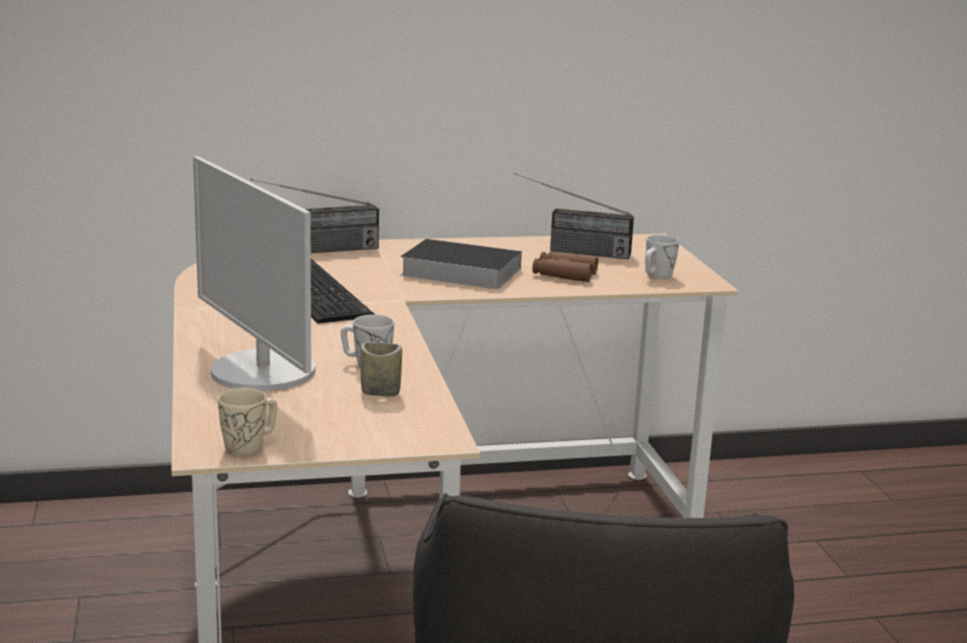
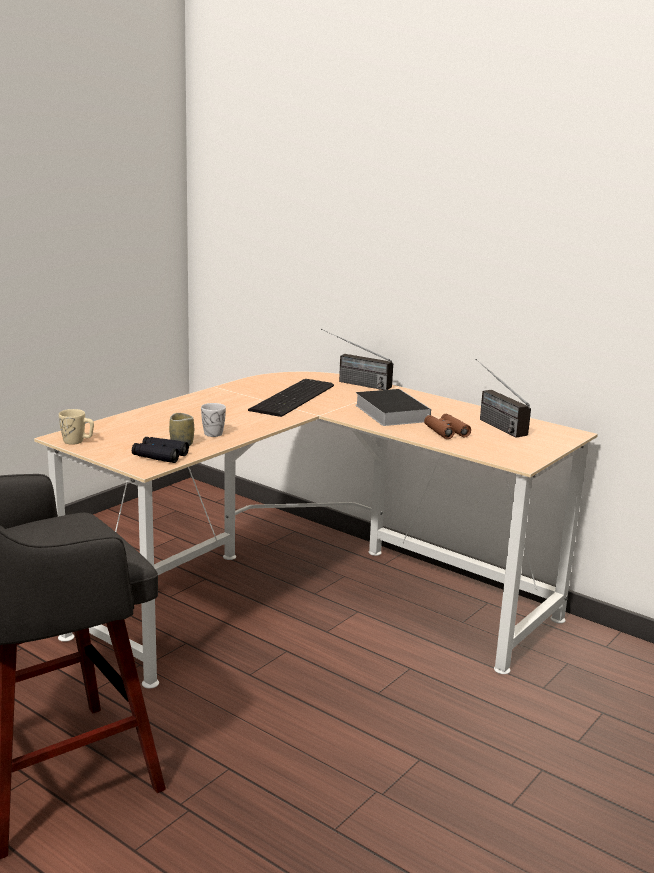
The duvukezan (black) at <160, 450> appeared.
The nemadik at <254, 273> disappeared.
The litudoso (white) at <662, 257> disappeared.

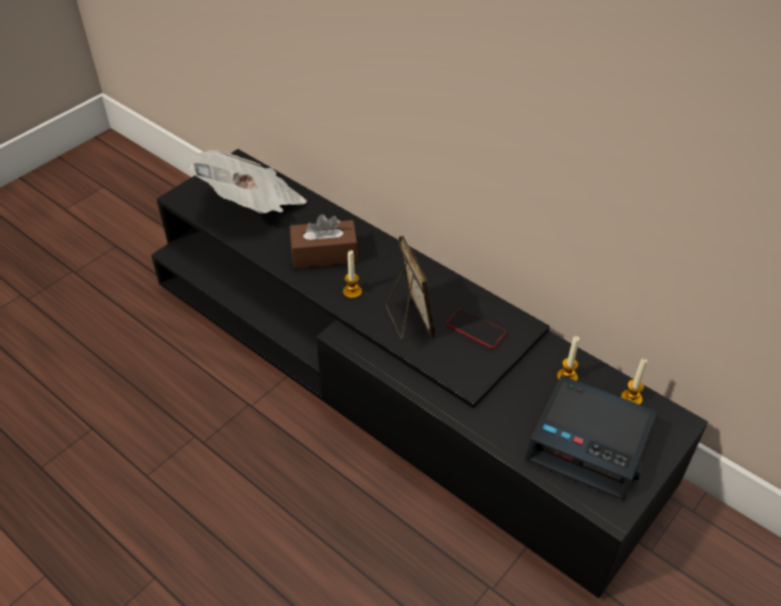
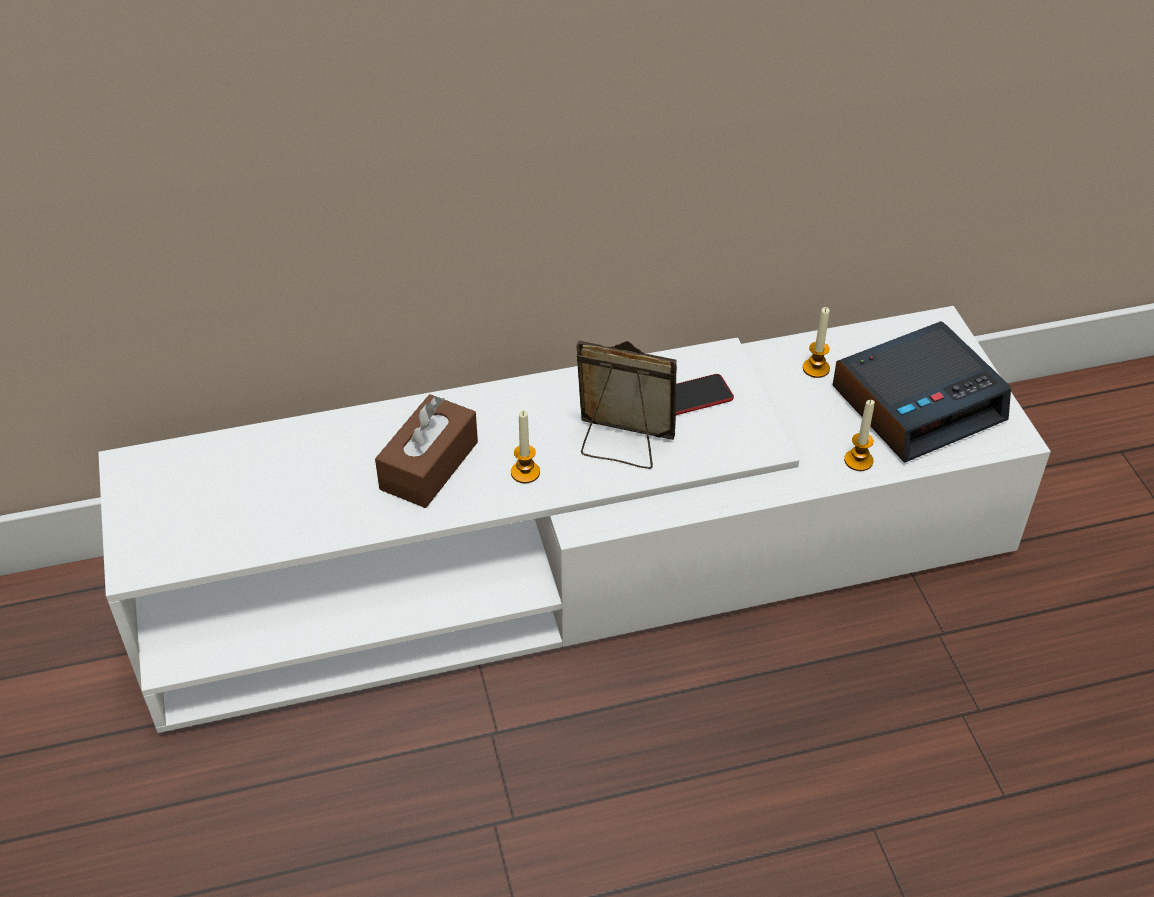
The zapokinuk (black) at <429, 373> became the zapokinuk (white) at <574, 519>.
The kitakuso moved from <634, 381> to <859, 435>.
The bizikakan at <247, 182> disappeared.

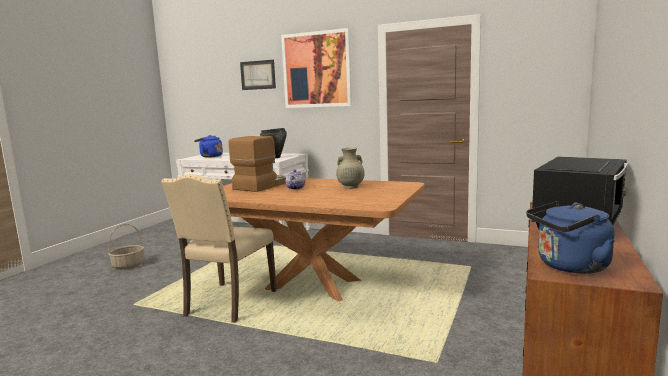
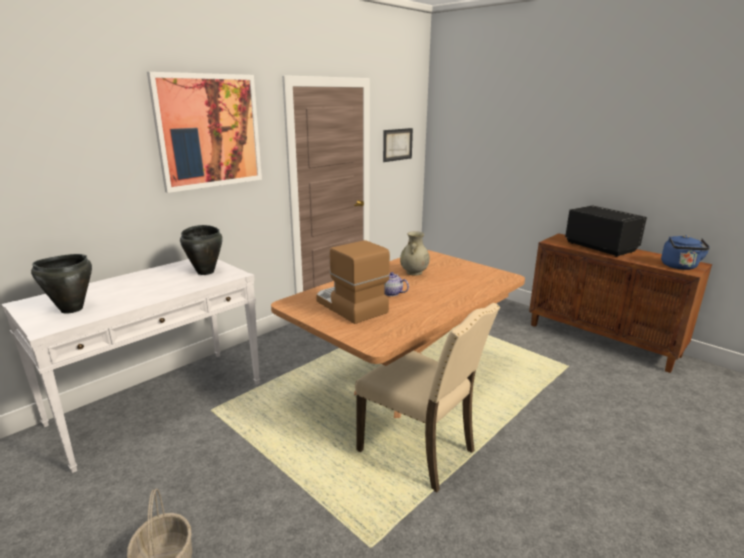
The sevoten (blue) at <208, 146> was replaced by the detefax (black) at <61, 283>.
The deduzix moved from <258, 75> to <398, 145>.

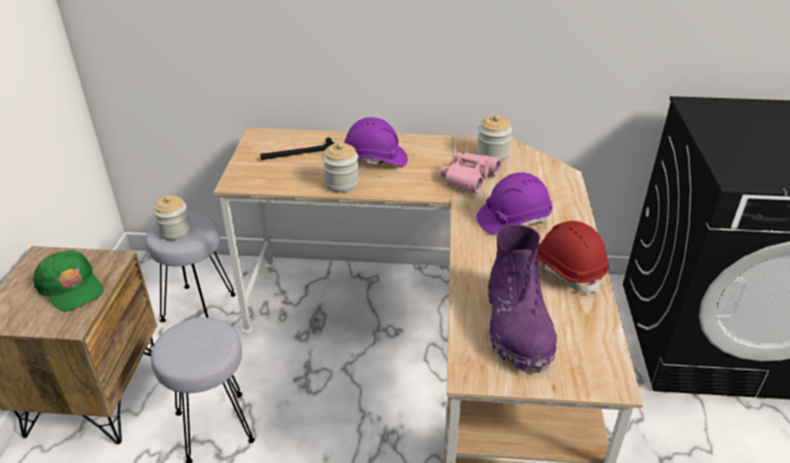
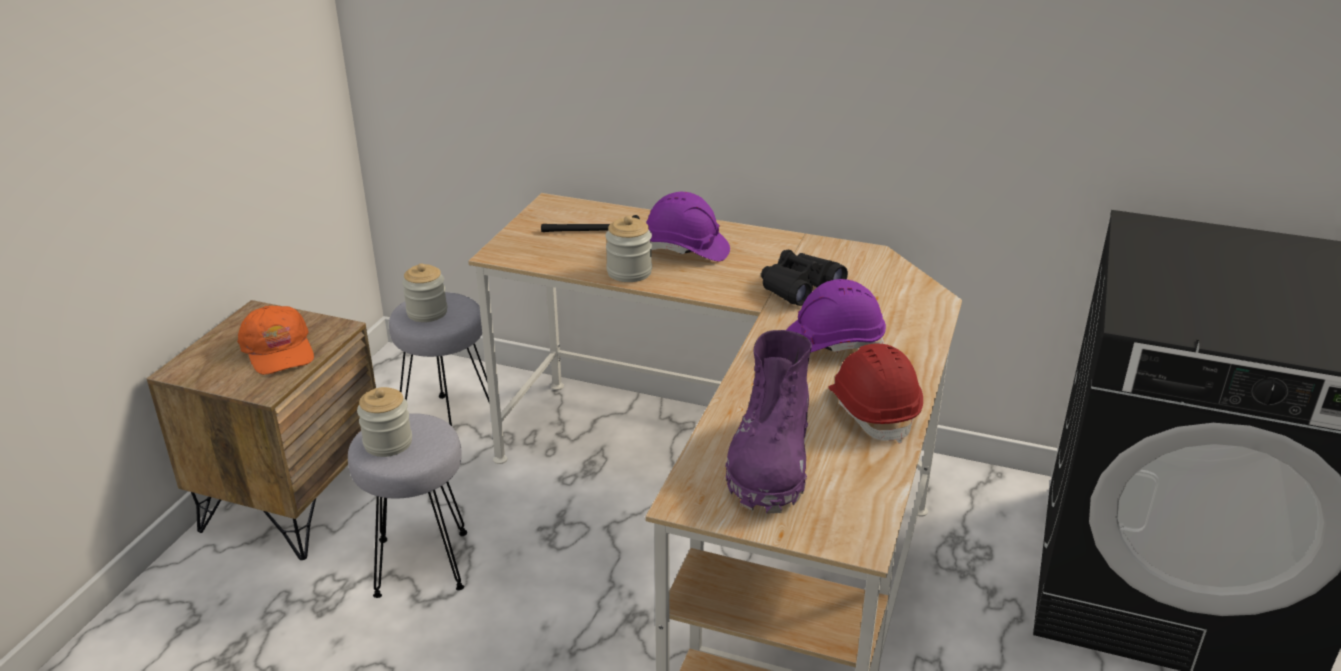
The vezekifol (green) at <68, 281> became the vezekifol (orange) at <275, 340>.
The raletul moved from <494, 138> to <384, 422>.
The duvukezan (pink) at <471, 172> became the duvukezan (black) at <804, 277>.

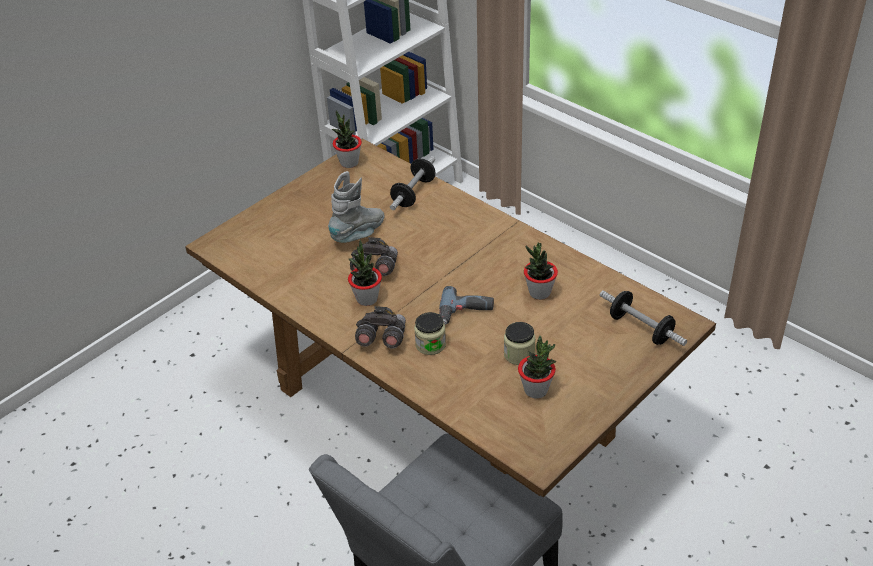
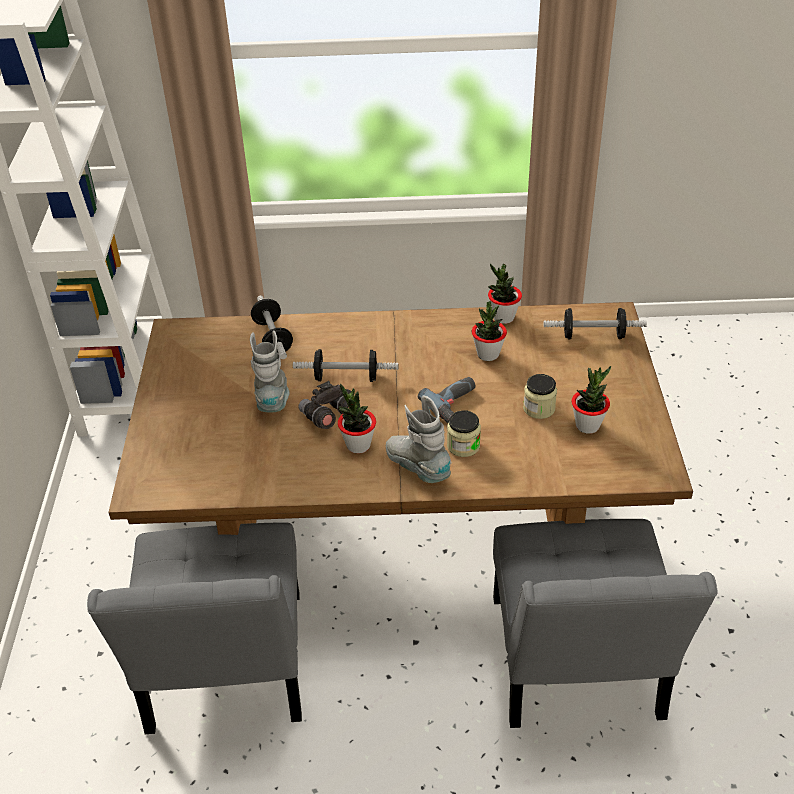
The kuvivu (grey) at <194, 628> appeared.
The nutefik at <345, 365> appeared.
The duvukezan (grey) at <380, 327> was replaced by the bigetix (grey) at <419, 439>.
The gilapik moved from <347, 139> to <505, 293>.

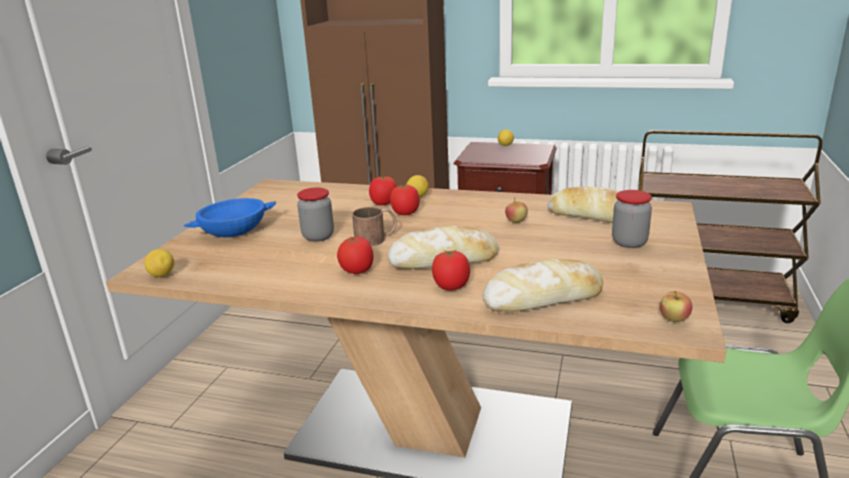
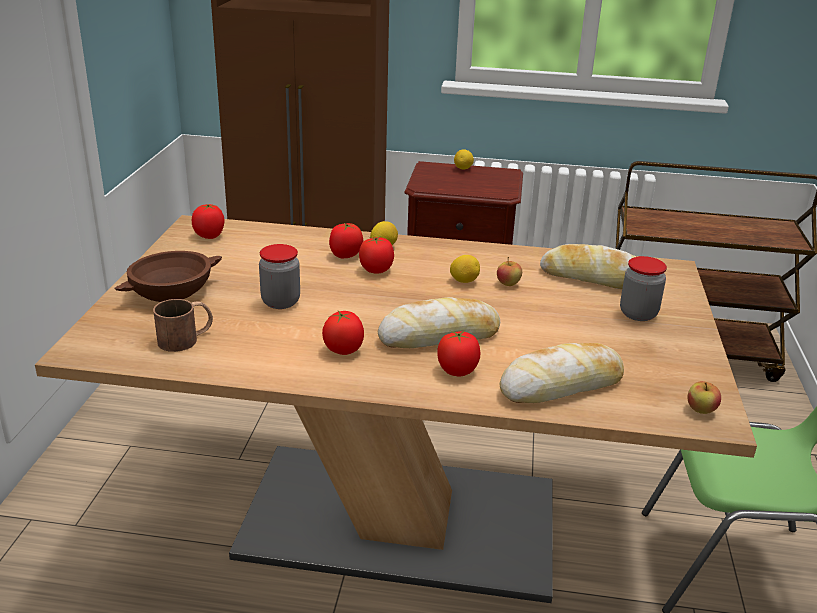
The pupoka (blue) at <230, 217> became the pupoka (brown) at <168, 276>.
The litudoso (brown) moved from <374, 226> to <183, 325>.
The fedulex at <208, 221> appeared.
The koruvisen moved from <159, 263> to <465, 269>.

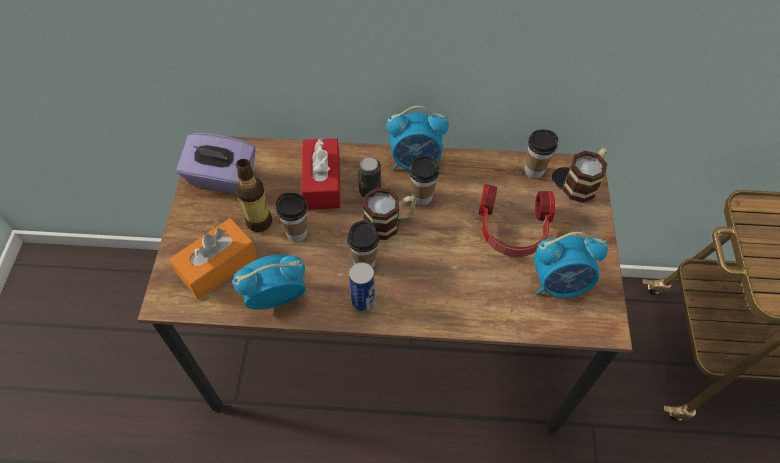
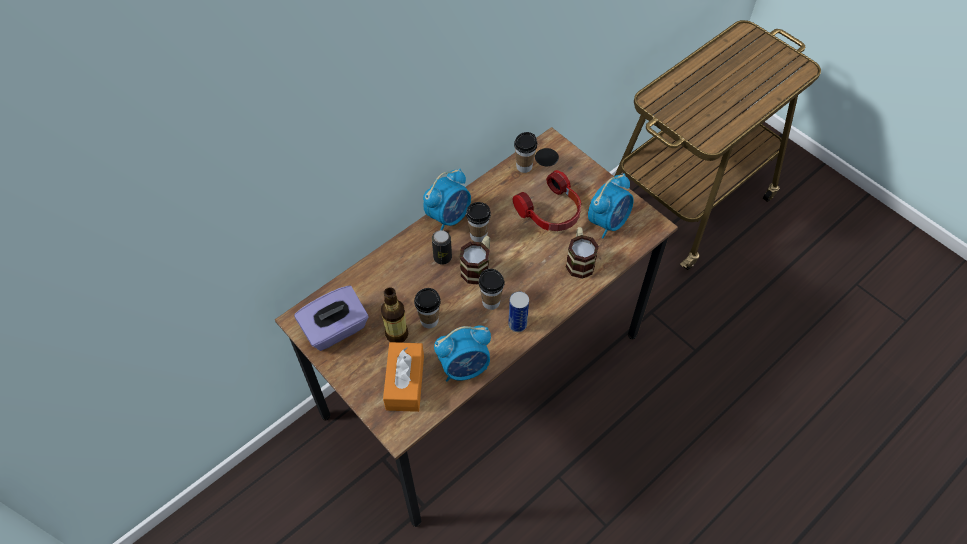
The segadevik at <269, 282> turned 135 degrees counterclockwise.
The litudoso moved from <584, 175> to <582, 253>.
The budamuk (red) at <321, 174> disappeared.

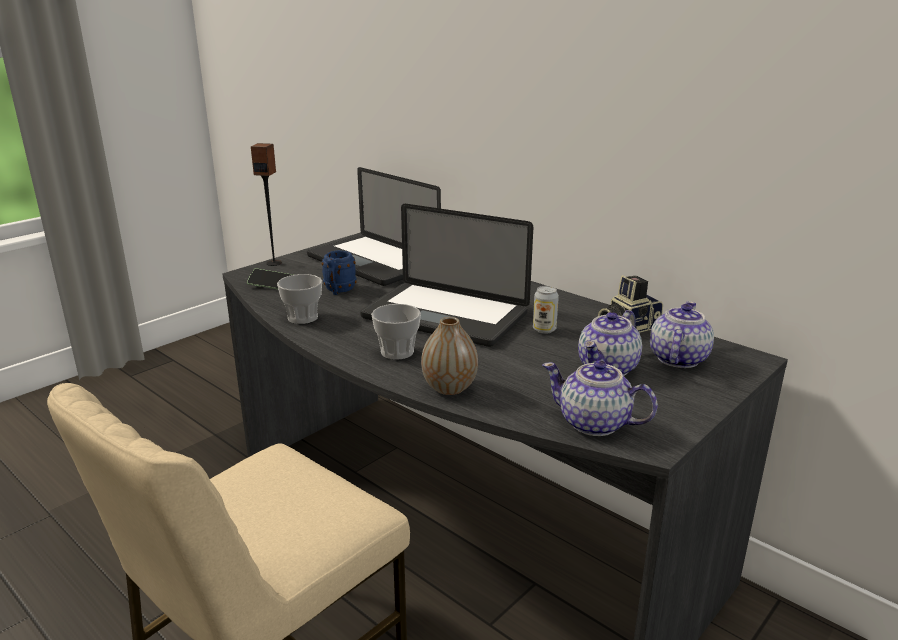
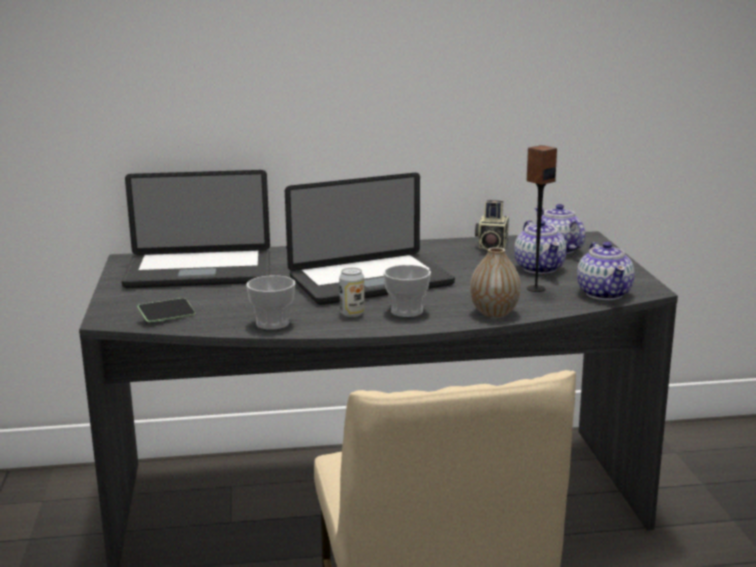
The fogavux moved from <546, 310> to <352, 292>.
The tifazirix moved from <266, 204> to <542, 218>.
The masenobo at <600, 398> turned 75 degrees counterclockwise.
The litudoso (blue) at <339, 272> disappeared.

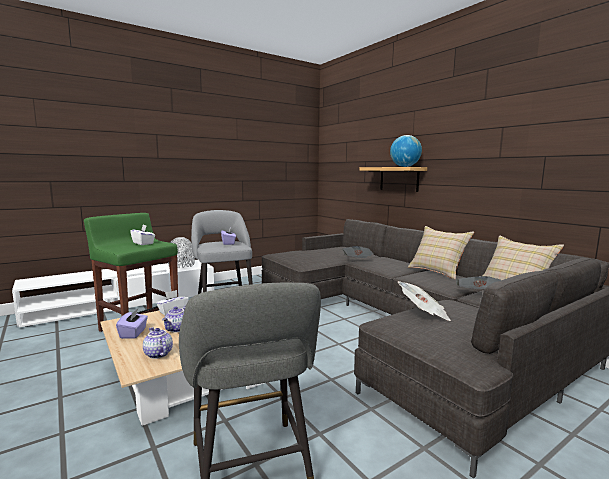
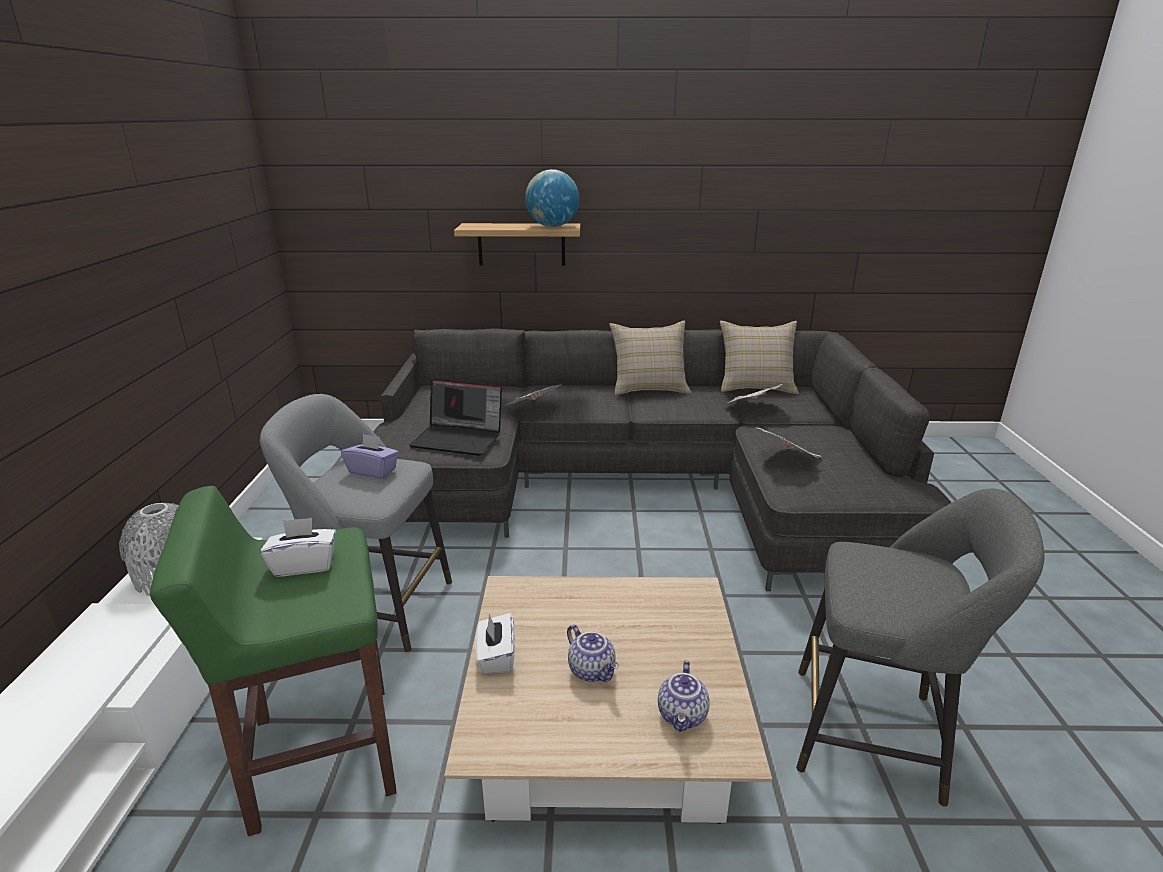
The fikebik at <455, 417> appeared.
The masenobo at <158, 343> turned 75 degrees counterclockwise.
The budamuk (purple) at <132, 324> disappeared.

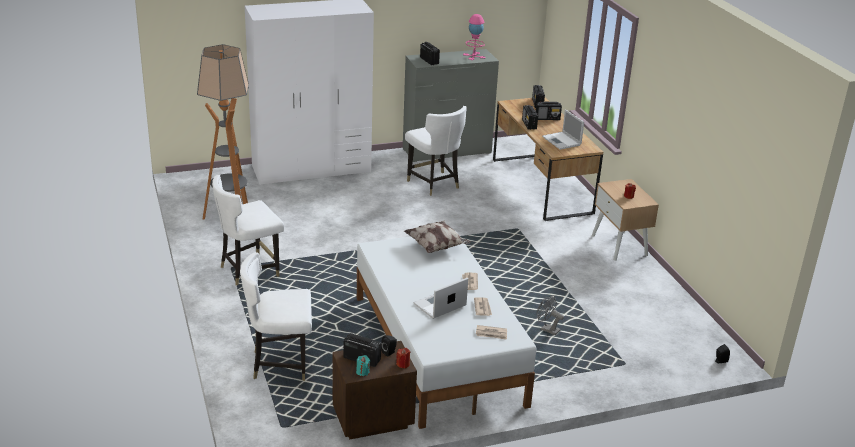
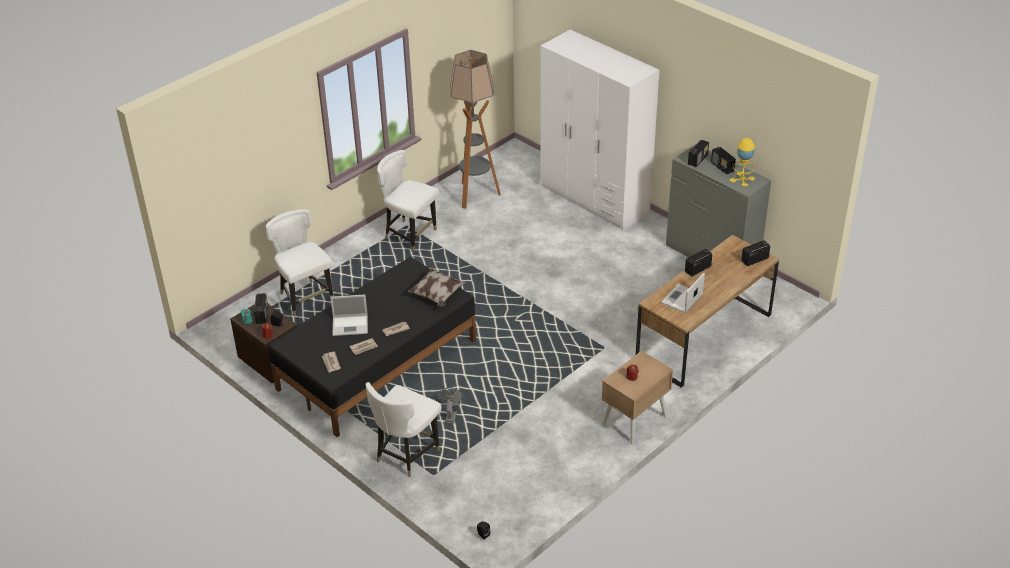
The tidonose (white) at <447, 330> became the tidonose (black) at <372, 347>.
The fikebik at <440, 298> turned 150 degrees clockwise.
The kuvivu (white) moved from <436, 151> to <403, 429>.
The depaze moved from <549, 111> to <723, 160>.
The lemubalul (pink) at <474, 37> became the lemubalul (yellow) at <742, 162>.

